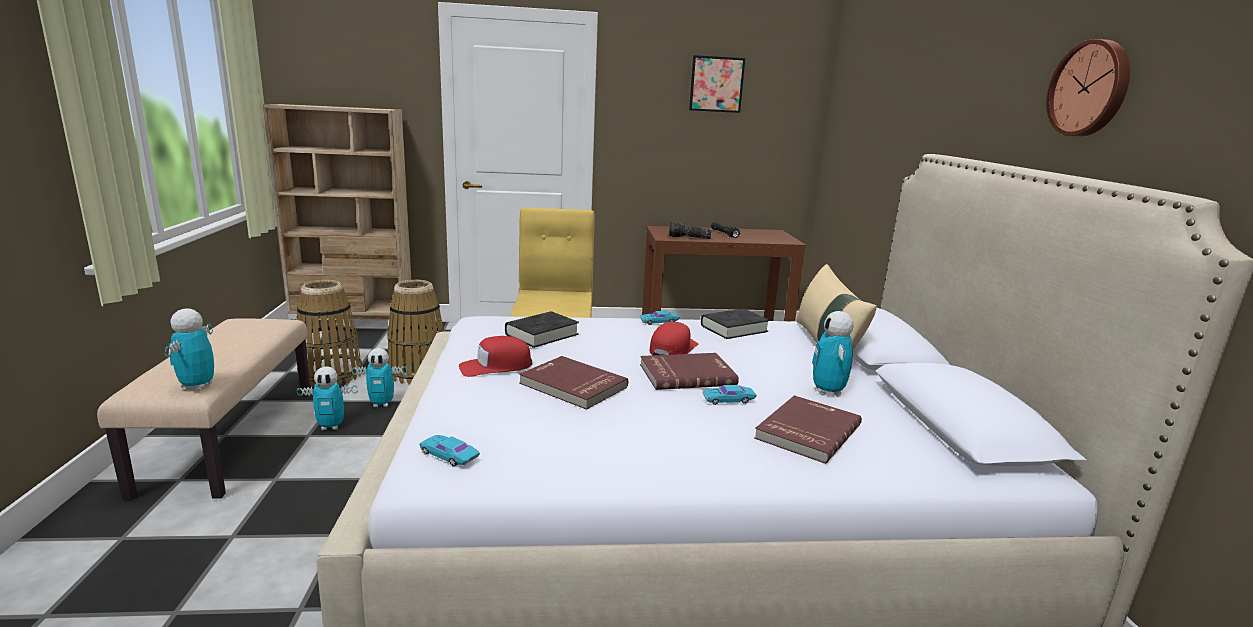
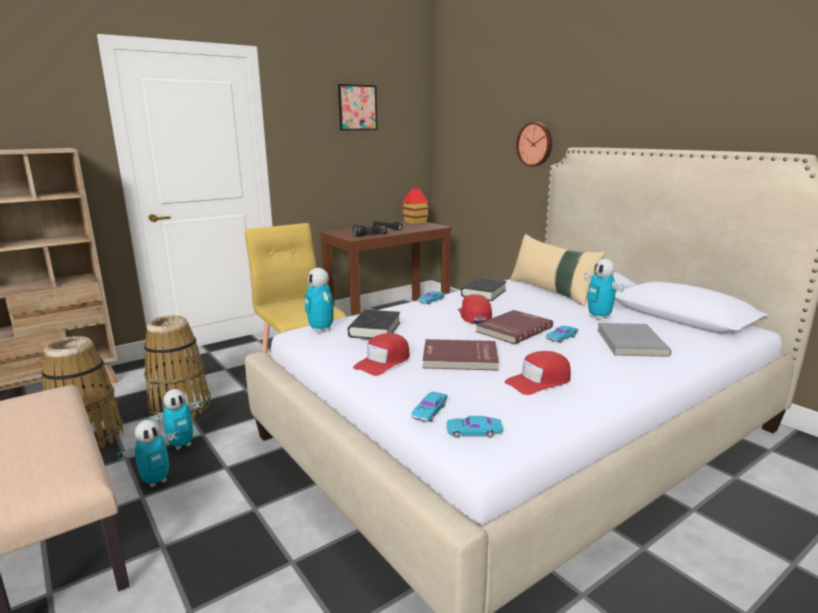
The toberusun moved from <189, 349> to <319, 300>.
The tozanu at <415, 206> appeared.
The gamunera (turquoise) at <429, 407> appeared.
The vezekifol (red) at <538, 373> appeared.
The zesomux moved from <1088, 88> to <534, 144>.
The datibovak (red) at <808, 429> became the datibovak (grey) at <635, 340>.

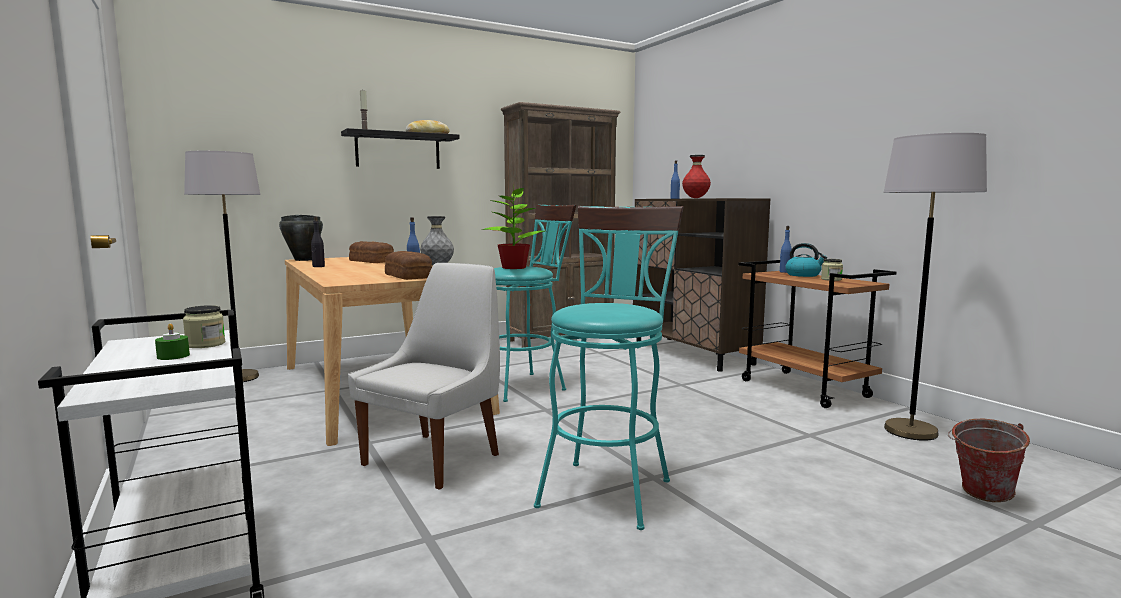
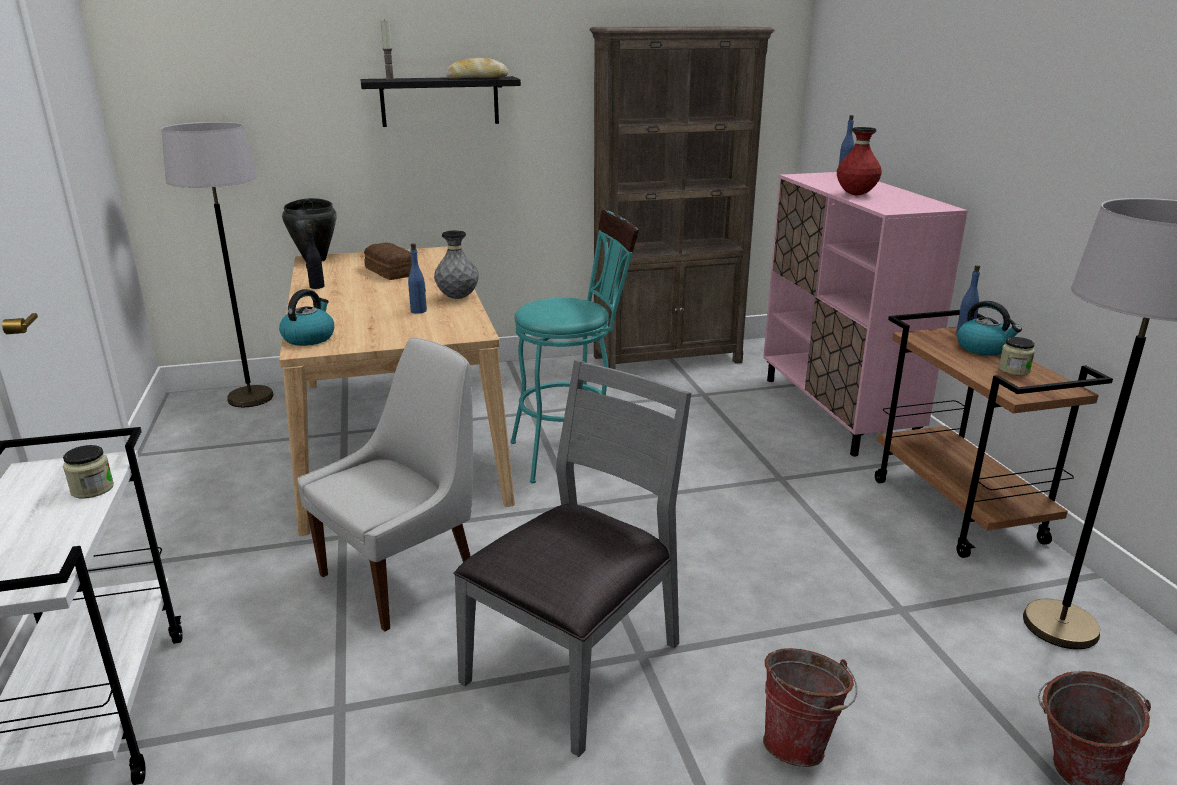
The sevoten at <306, 317> appeared.
The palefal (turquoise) at <609, 368> was replaced by the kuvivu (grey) at <573, 558>.
The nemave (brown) at <701, 285> became the nemave (pink) at <865, 314>.
The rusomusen at <810, 707> appeared.
The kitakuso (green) at <172, 341> disappeared.
The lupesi at <408, 265> disappeared.
The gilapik at <513, 228> disappeared.

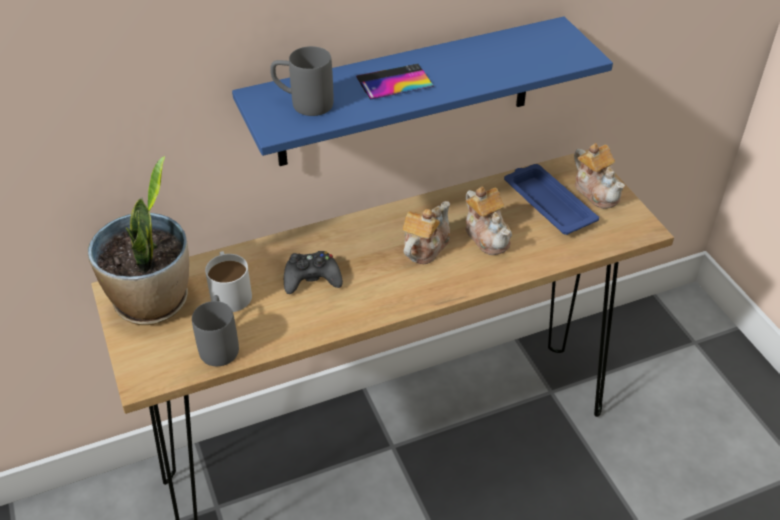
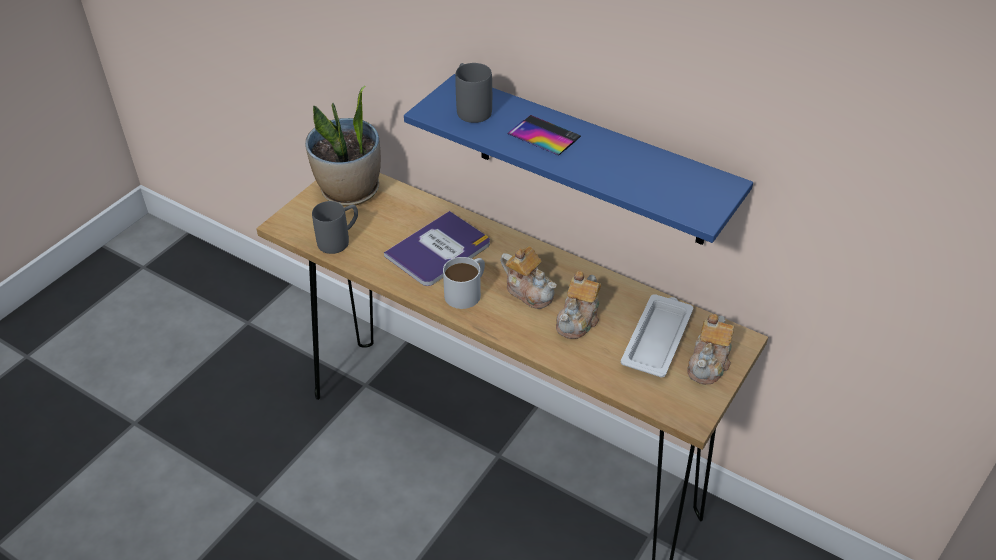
The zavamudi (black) at <313, 272> was replaced by the datibovak at <437, 248>.
The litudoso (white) moved from <228, 281> to <464, 283>.
The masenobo at <426, 232> turned 45 degrees clockwise.
The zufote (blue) at <551, 199> became the zufote (white) at <657, 335>.

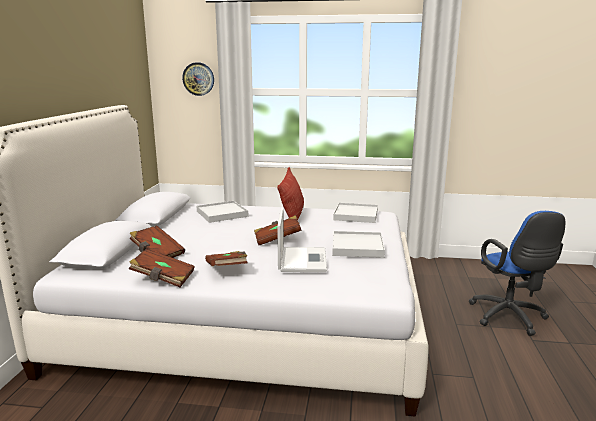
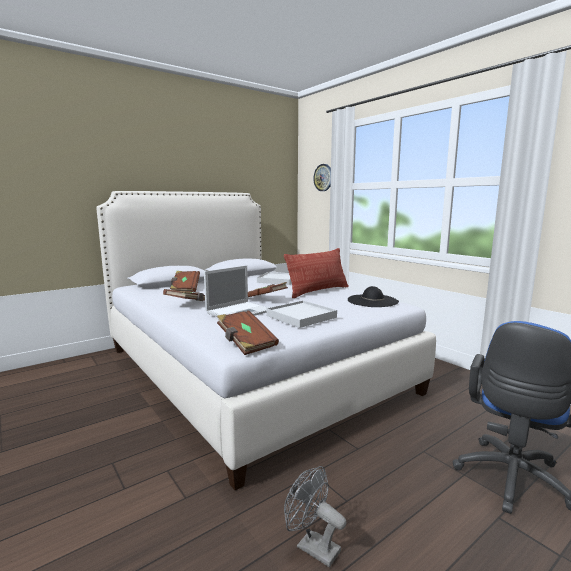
The datibovak (brown) moved from <162, 268> to <248, 332>.
The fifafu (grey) at <315, 516> appeared.
The zufote (white) at <355, 213> was replaced by the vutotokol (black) at <373, 296>.

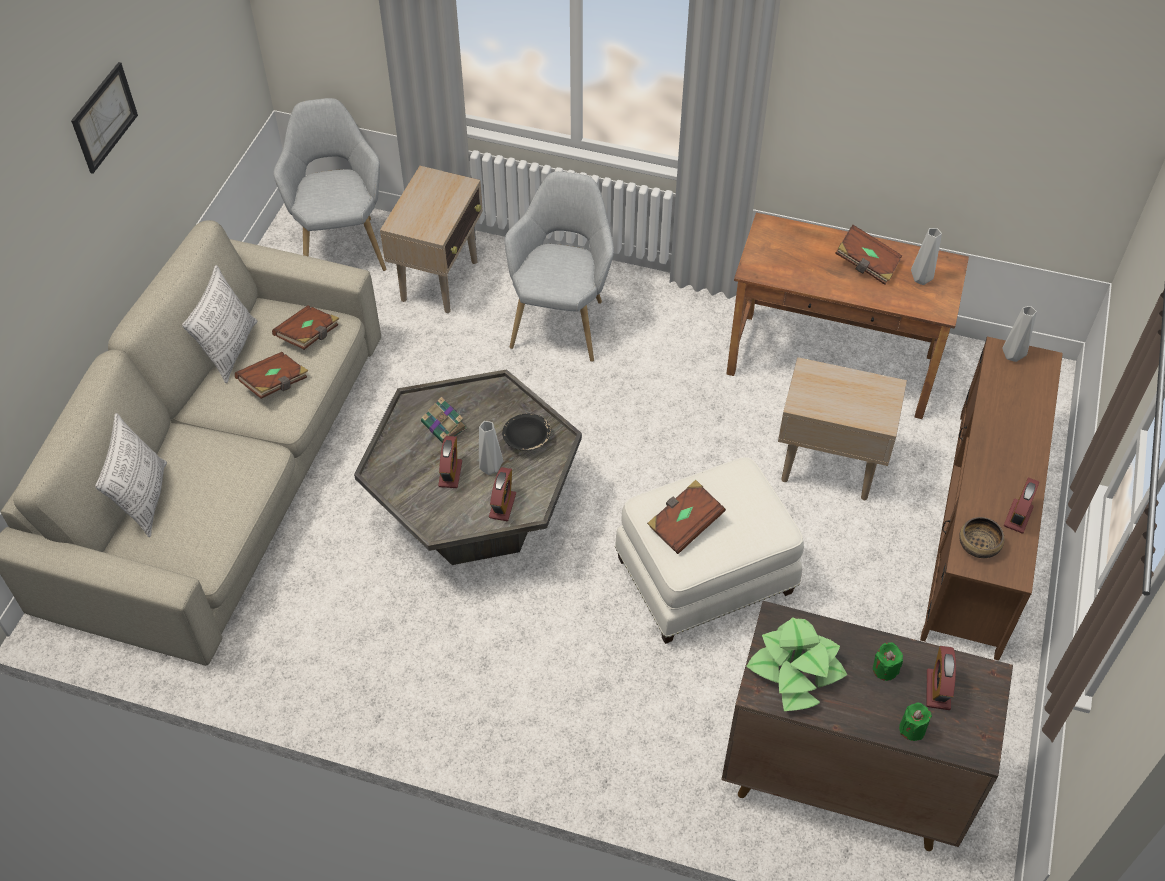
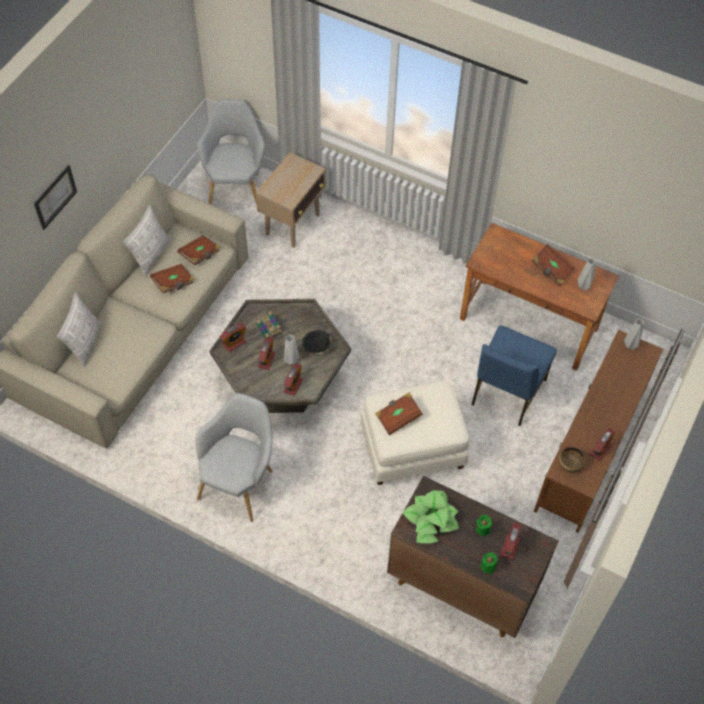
The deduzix moved from <104, 118> to <55, 197>.
The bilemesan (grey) moved from <559, 266> to <234, 457>.
The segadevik at <233, 338> appeared.
The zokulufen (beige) at <842, 428> was replaced by the kuvivu (blue) at <514, 375>.

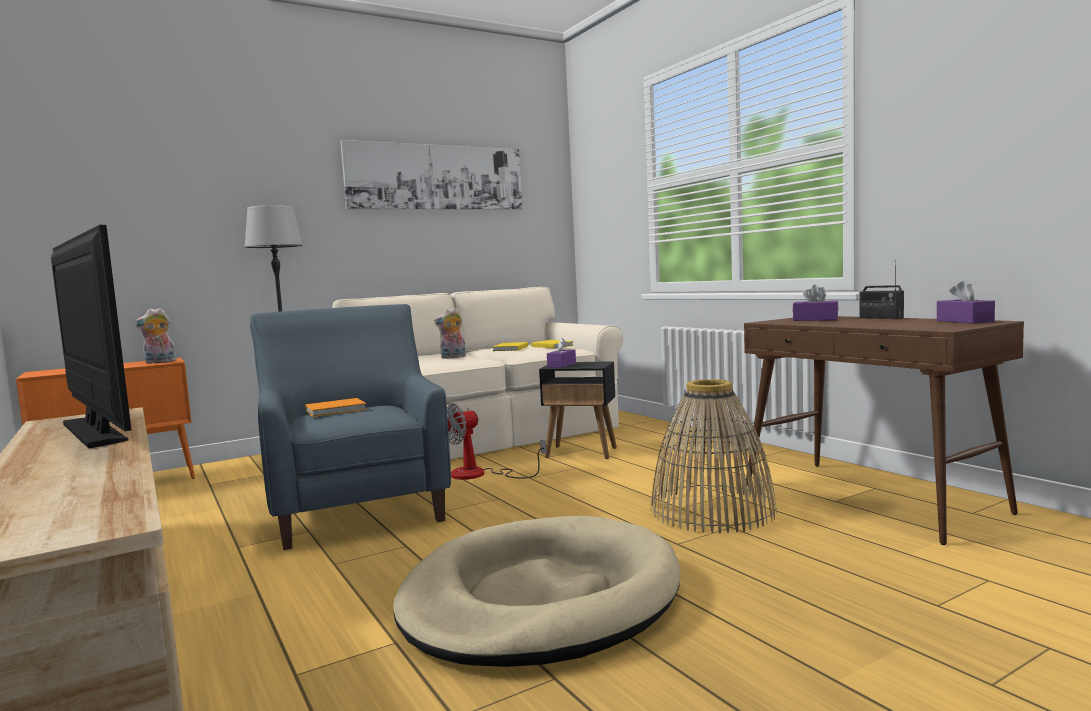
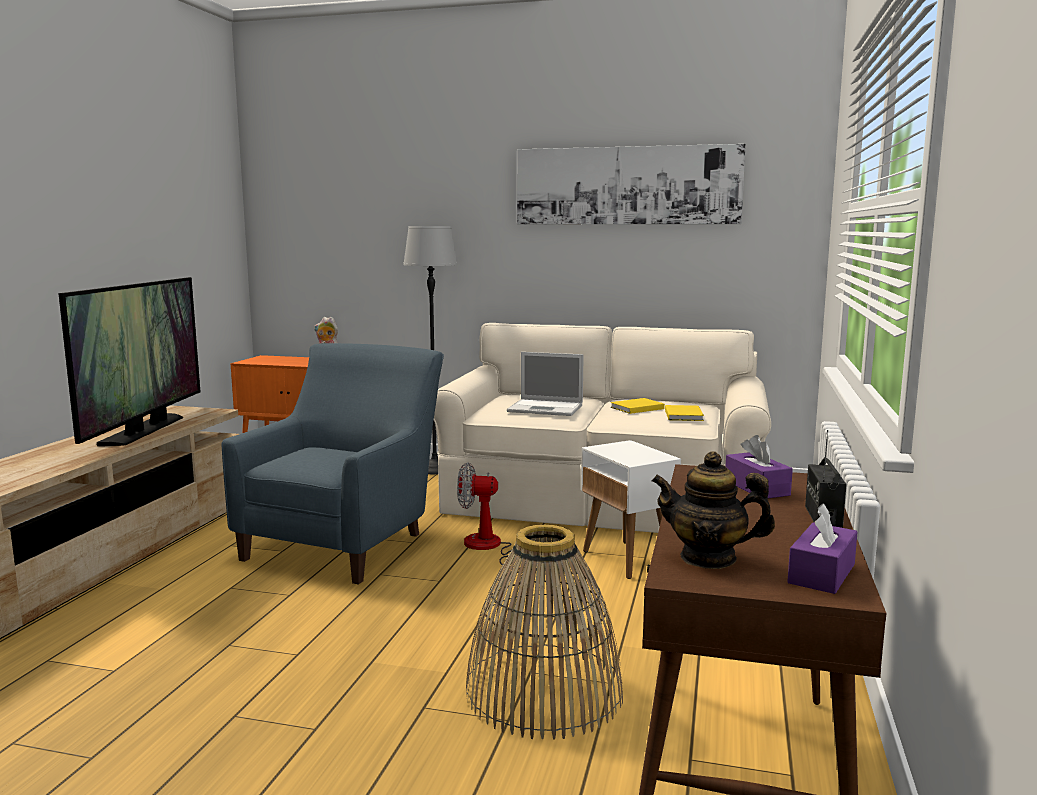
The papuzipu at <450, 333> was replaced by the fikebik at <545, 384>.
The zokulufen (black) at <578, 410> became the zokulufen (white) at <631, 509>.
The masenobo at <713, 510> appeared.
The datibovak (orange) at <336, 407> disappeared.
The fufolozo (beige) at <536, 591> disappeared.
The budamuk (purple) at <561, 353> disappeared.

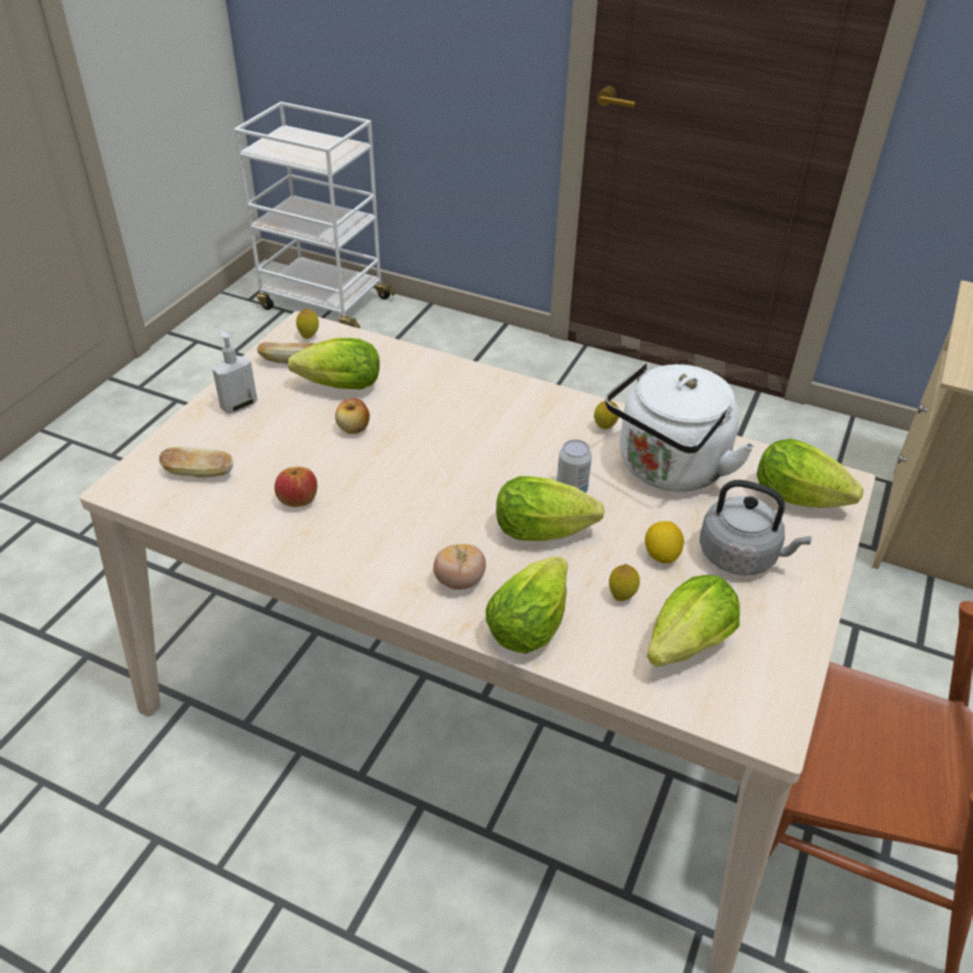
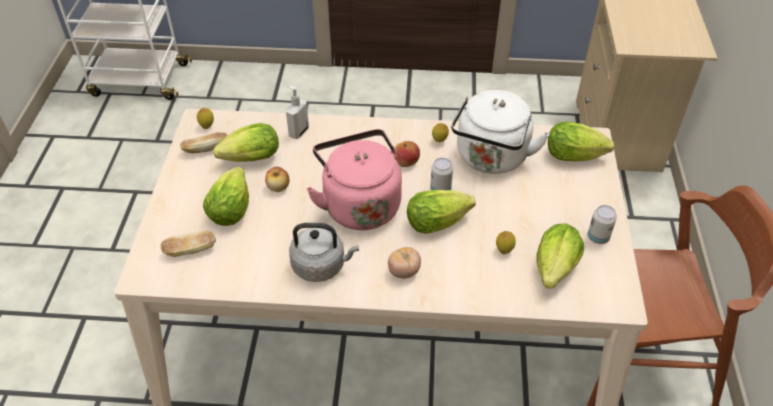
The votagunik moved from <527, 605> to <226, 196>.
The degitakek moved from <234, 371> to <297, 112>.
The sevoten (grey) moved from <756, 527> to <324, 252>.
The sevoten (pink) at <354, 179> appeared.
The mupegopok moved from <295, 487> to <407, 154>.
The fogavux at <602, 224> appeared.
The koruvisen at <664, 542> disappeared.

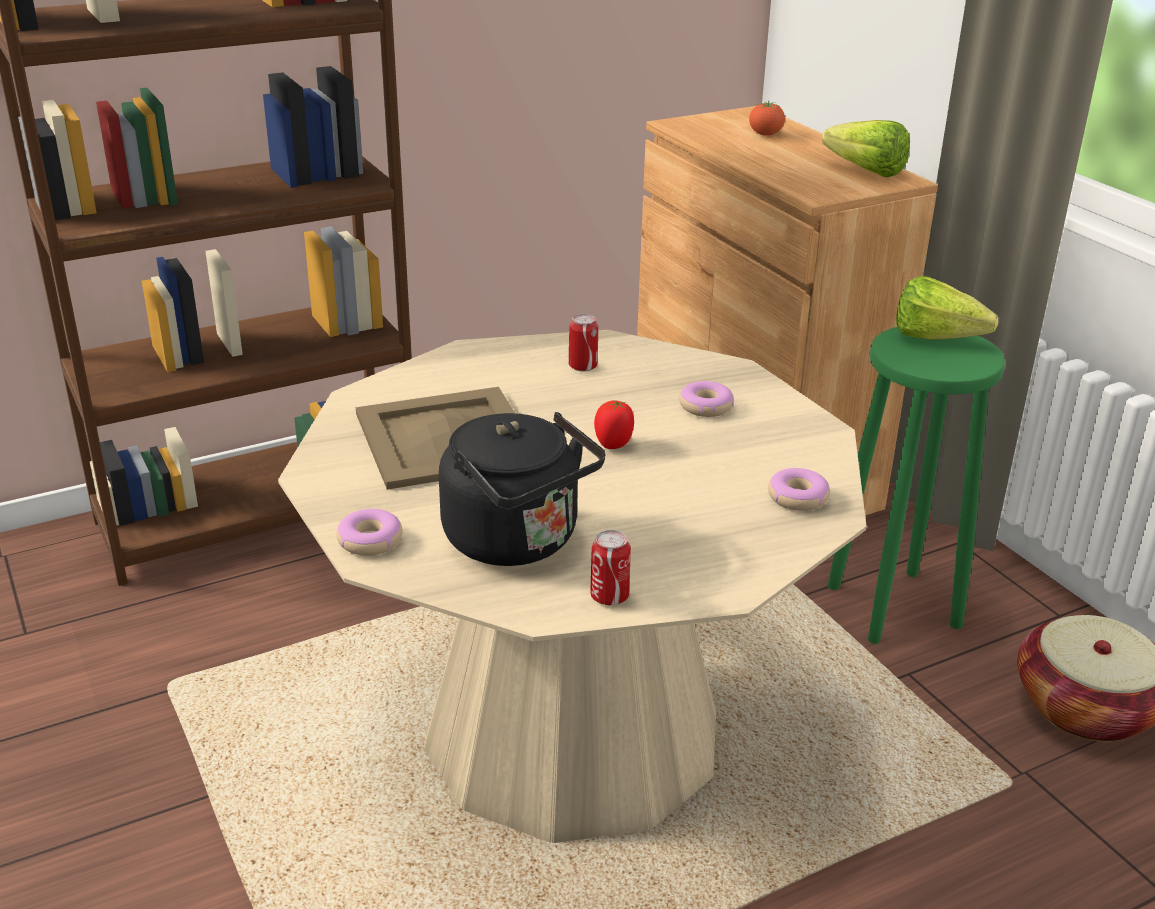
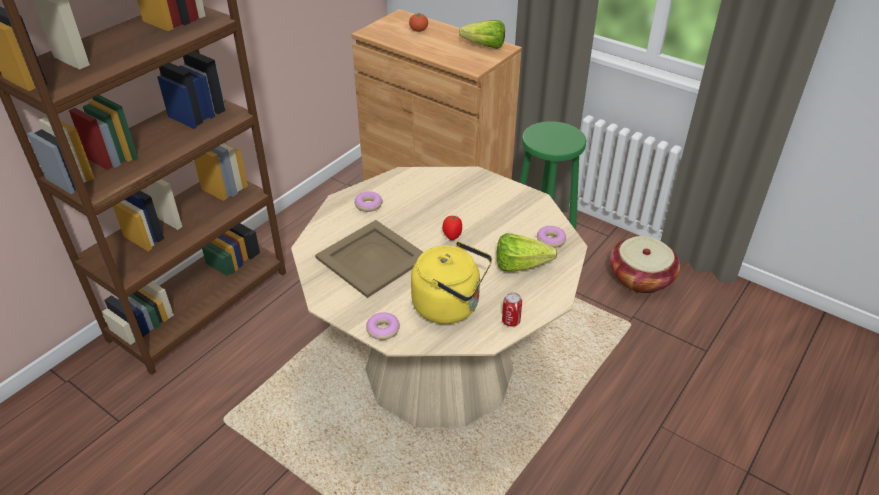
The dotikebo moved from <706, 399> to <369, 201>.
The sevoten (black) at <522, 489> became the sevoten (yellow) at <451, 282>.
The votagunik moved from <947, 308> to <527, 252>.
The fogavux at <583, 343> disappeared.

